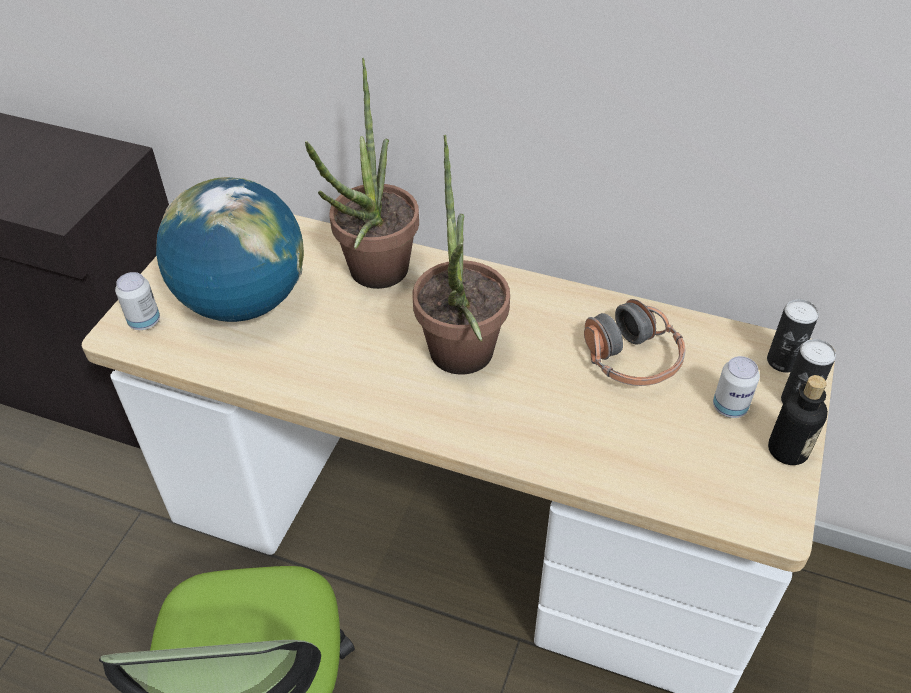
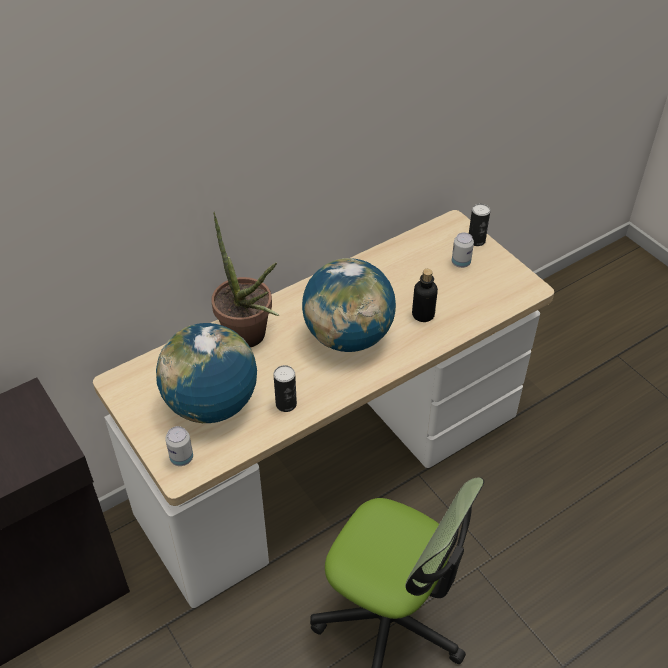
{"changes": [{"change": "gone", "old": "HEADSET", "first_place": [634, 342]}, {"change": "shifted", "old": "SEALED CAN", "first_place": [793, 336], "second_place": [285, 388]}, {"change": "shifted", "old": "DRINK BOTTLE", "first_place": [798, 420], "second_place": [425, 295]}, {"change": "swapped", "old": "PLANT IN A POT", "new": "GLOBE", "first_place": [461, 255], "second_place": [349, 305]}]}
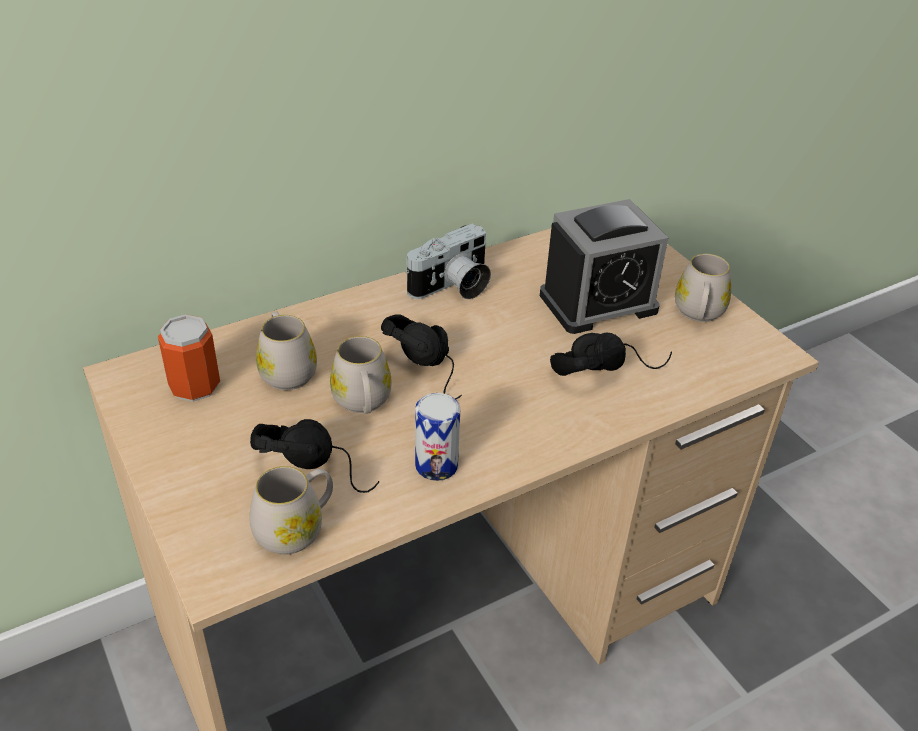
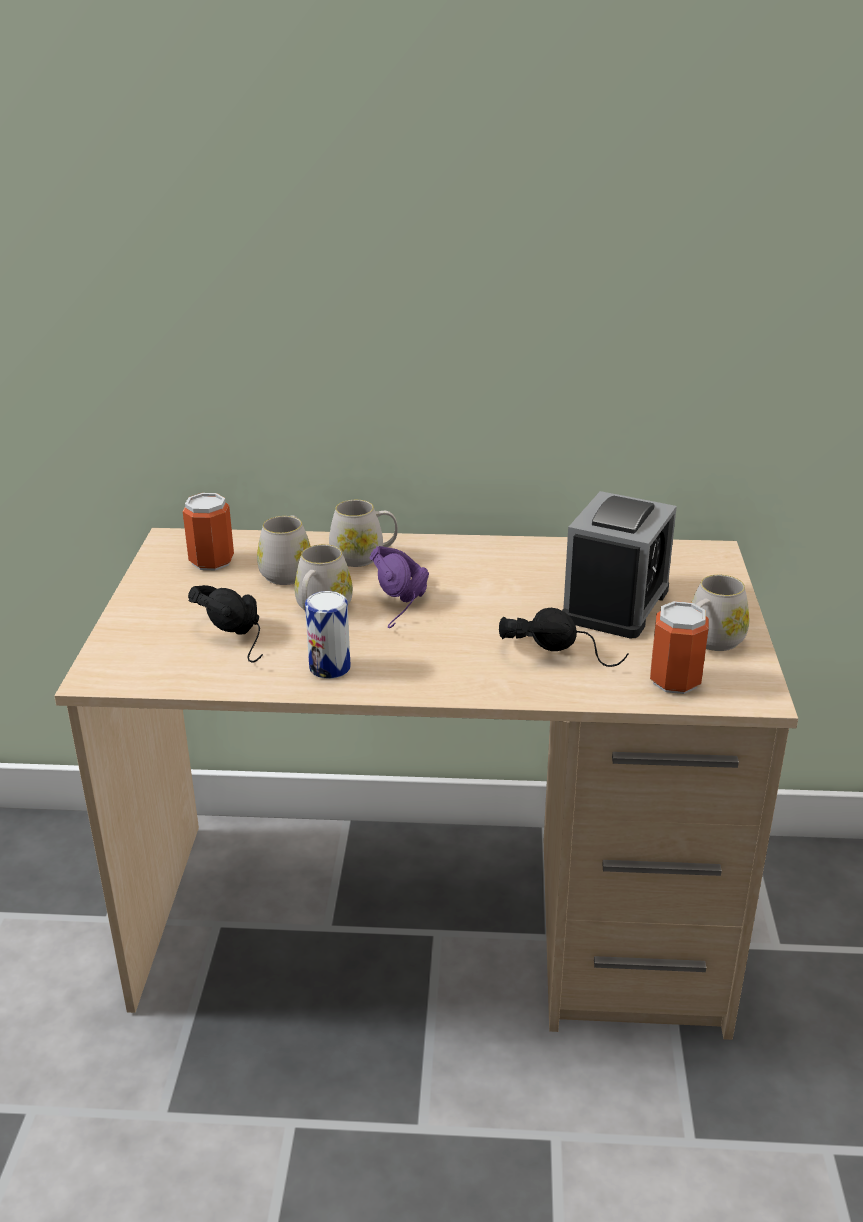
{"changes": [{"change": "gone", "old": "PHOTO CAMERA", "first_place": [448, 261]}, {"change": "new", "new": "SEALED CAN", "second_place": [679, 647]}, {"change": "shifted", "old": "WHITISH COFFEE MUG", "first_place": [291, 510], "second_place": [363, 533]}, {"change": "repainted", "old": "BLACKISH HEADSET", "new": "PURPLISH HEADSET", "first_place": [421, 356], "second_place": [399, 587]}, {"change": "rotated", "old": "ALARM CLOCK", "first_place": [604, 266], "second_place": [619, 564], "degrees": -75}]}
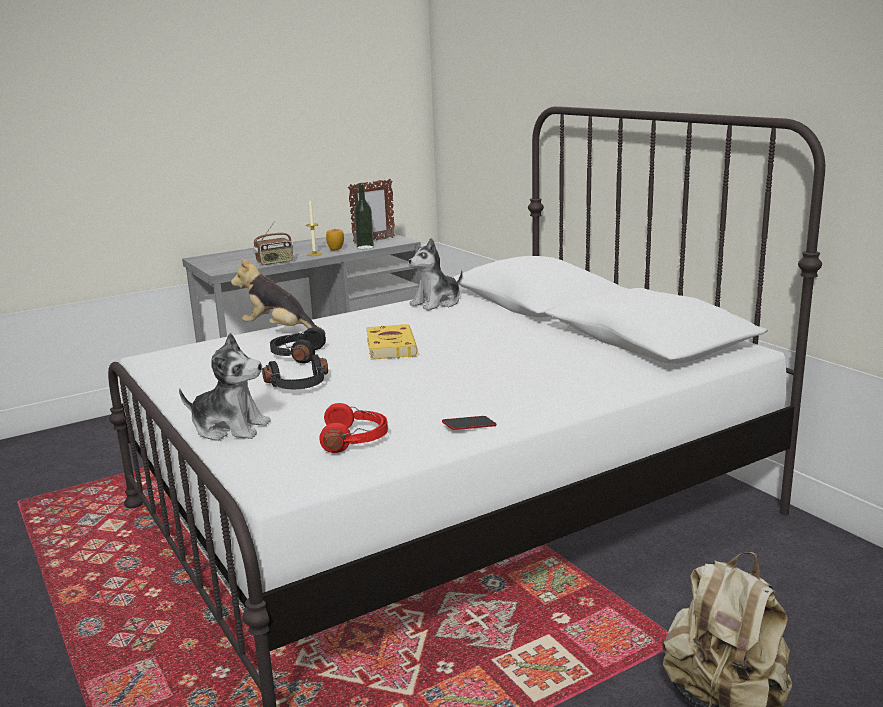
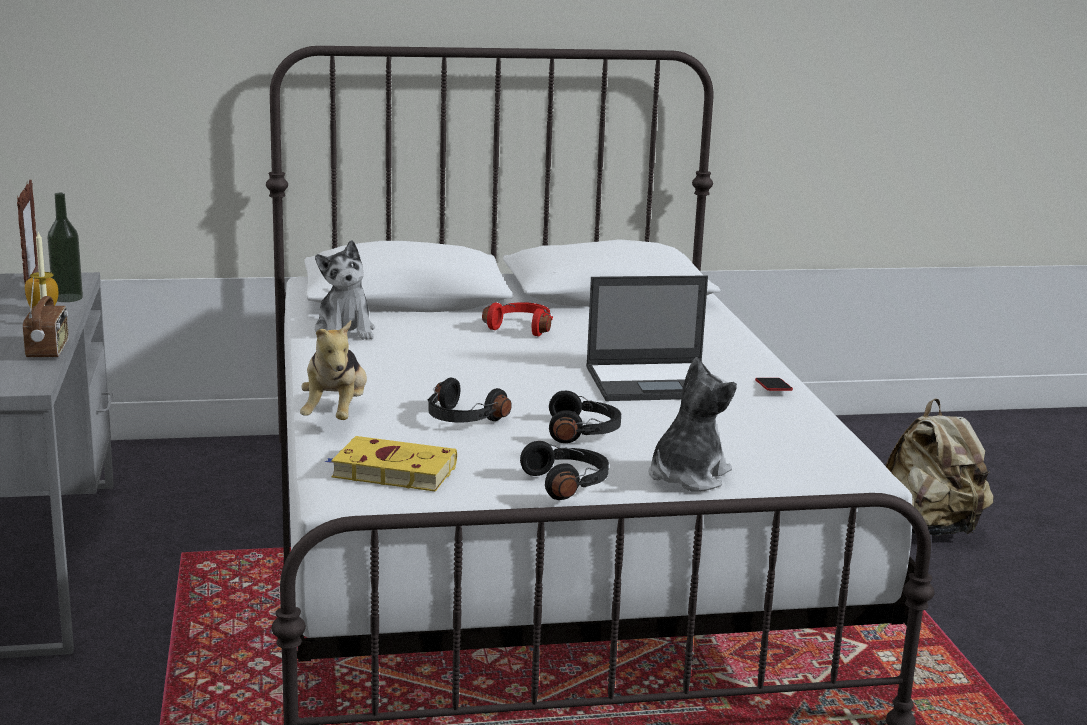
{"changes": [{"change": "new", "new": "BLACKISH HEADSET", "second_place": [564, 470]}, {"change": "new", "new": "NOTEBOOK COMPUTER", "second_place": [648, 338]}, {"change": "shifted", "old": "RED HEADSET", "first_place": [353, 428], "second_place": [517, 319]}, {"change": "shifted", "old": "YELLOW BOOK", "first_place": [392, 342], "second_place": [391, 464]}, {"change": "rotated", "old": "PLUSH TOY", "first_place": [278, 296], "second_place": [333, 370], "degrees": -45}]}
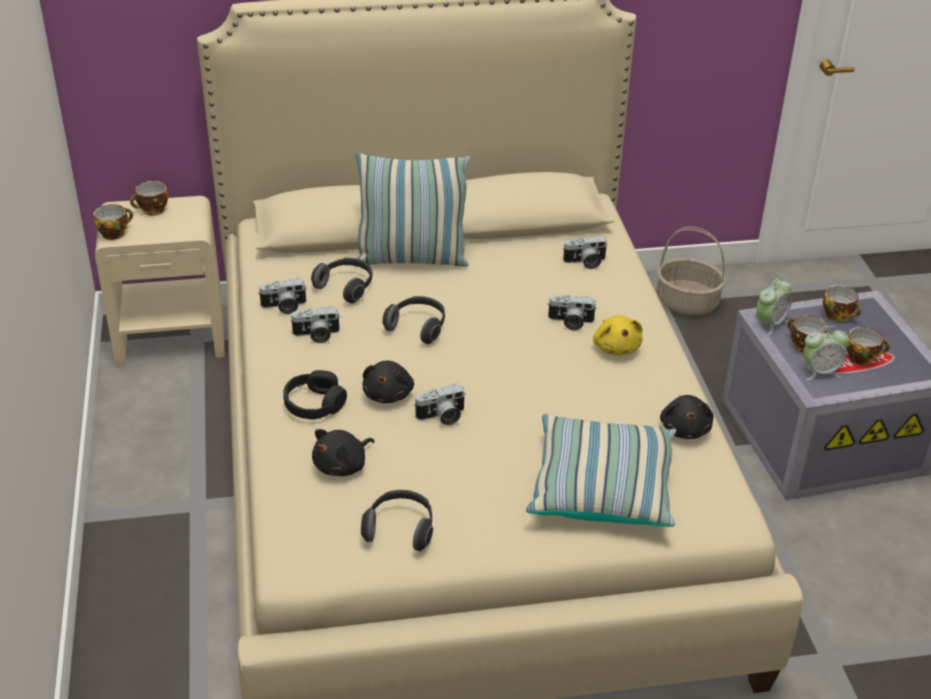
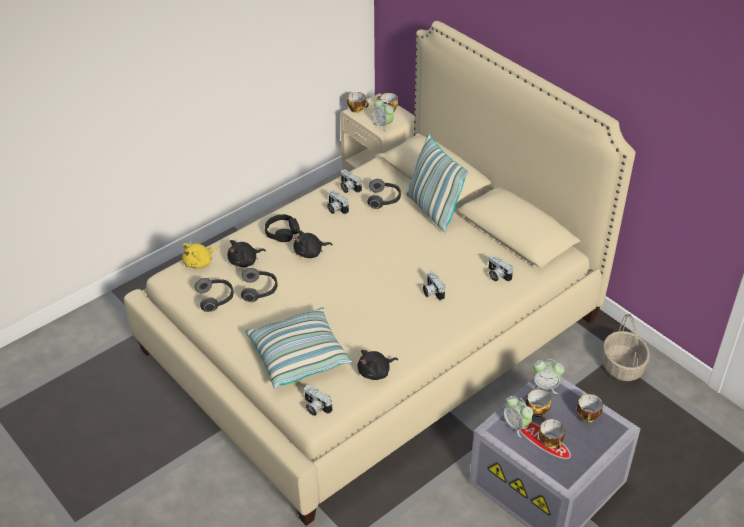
{"changes": [{"change": "new", "new": "ALARM CLOCK", "second_place": [383, 115]}, {"change": "shifted", "old": "HEADSET", "first_place": [413, 320], "second_place": [259, 285]}, {"change": "shifted", "old": "PHOTO CAMERA", "first_place": [440, 404], "second_place": [318, 400]}, {"change": "shifted", "old": "YELLOW PLUSH TOY", "first_place": [617, 335], "second_place": [200, 256]}, {"change": "rotated", "old": "BLACKISH PLUSH TOY", "first_place": [343, 452], "second_place": [246, 253], "degrees": -45}]}
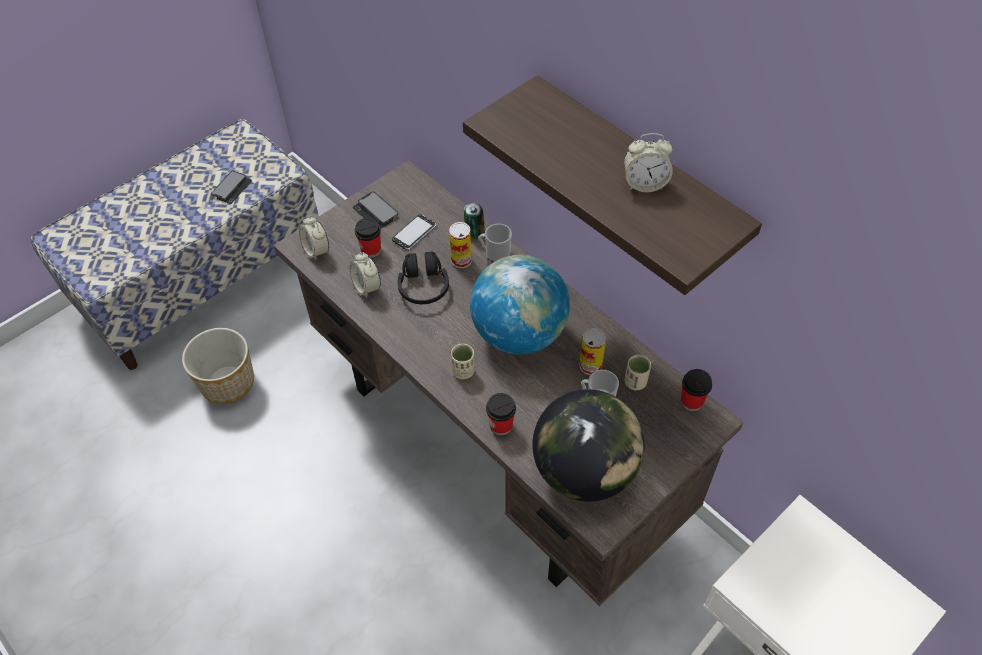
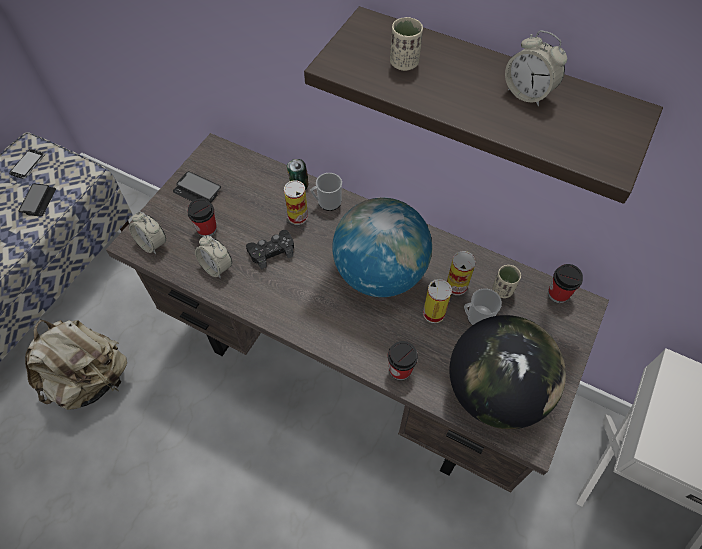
{"changes": [{"change": "new", "new": "SEALED CAN", "second_place": [437, 301]}, {"change": "shifted", "old": "PHONE", "first_place": [414, 232], "second_place": [27, 164]}, {"change": "shifted", "old": "BEIGE-COLOURED DRINKING CUP", "first_place": [463, 361], "second_place": [406, 44]}, {"change": "swapped", "old": "PLANT POT", "new": "BEIGE-COLOURED BACKPACK", "first_place": [218, 366], "second_place": [76, 365]}, {"change": "swapped", "old": "BLACKISH HEADSET", "new": "BLACKISH GAME CONTROLLER", "first_place": [423, 277], "second_place": [270, 249]}, {"change": "rotated", "old": "ALARM CLOCK", "first_place": [648, 162], "second_place": [536, 68], "degrees": 60}]}
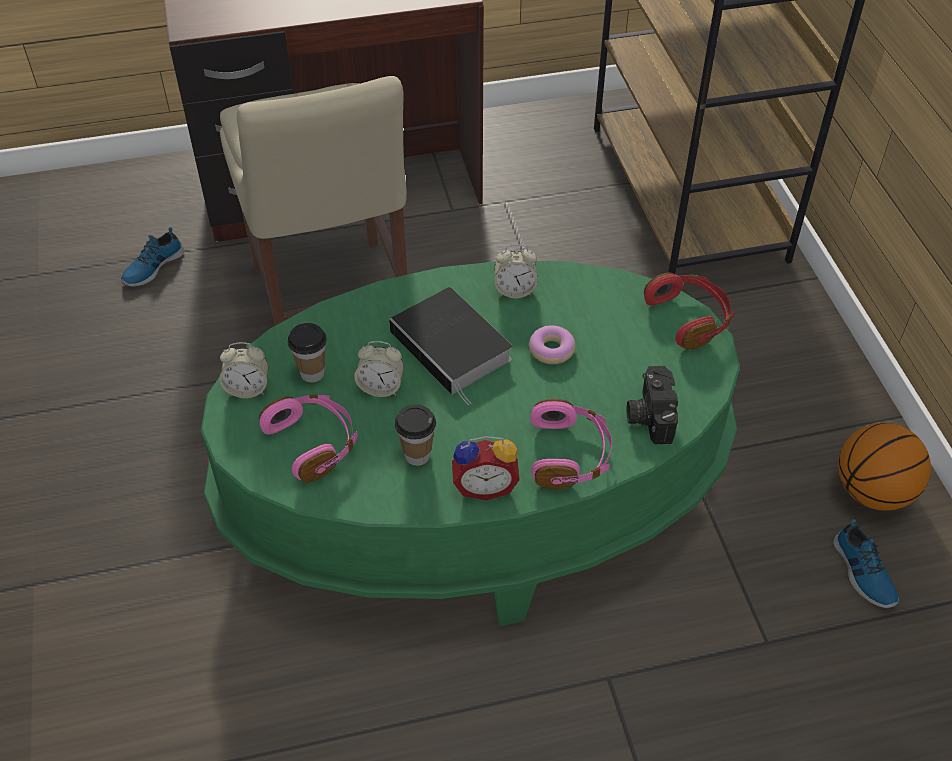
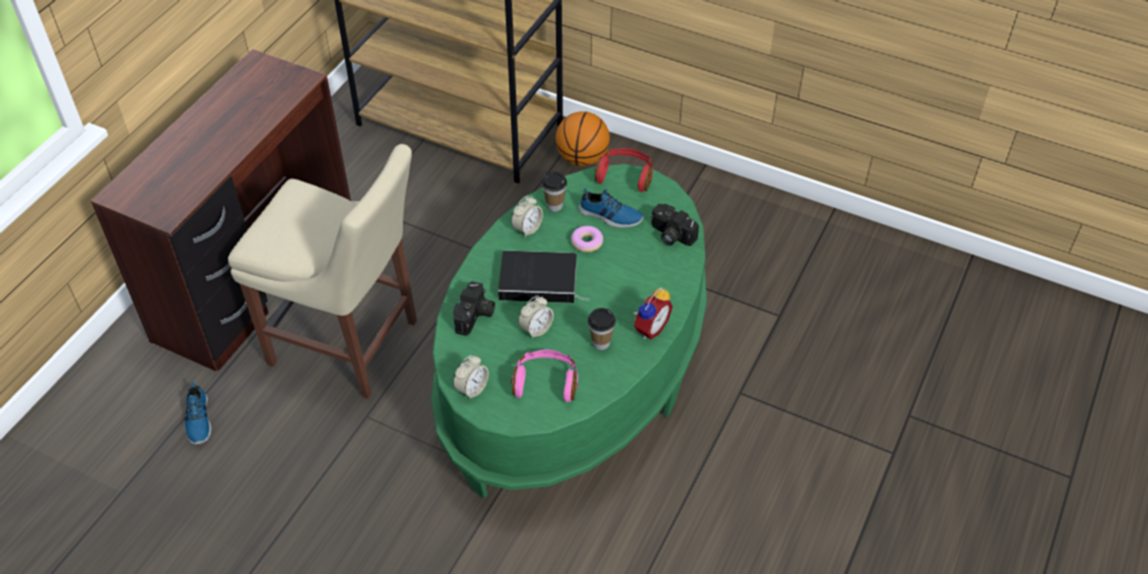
{"changes": [{"change": "gone", "old": "PINKISH HEADSET", "first_place": [571, 444]}, {"change": "new", "new": "PHOTO CAMERA", "second_place": [474, 308]}, {"change": "shifted", "old": "DRINKING CUP", "first_place": [307, 353], "second_place": [554, 192]}, {"change": "shifted", "old": "ITEM OF FOOTWEAR", "first_place": [866, 563], "second_place": [611, 208]}, {"change": "shifted", "old": "BASKETBALL", "first_place": [884, 467], "second_place": [582, 138]}]}
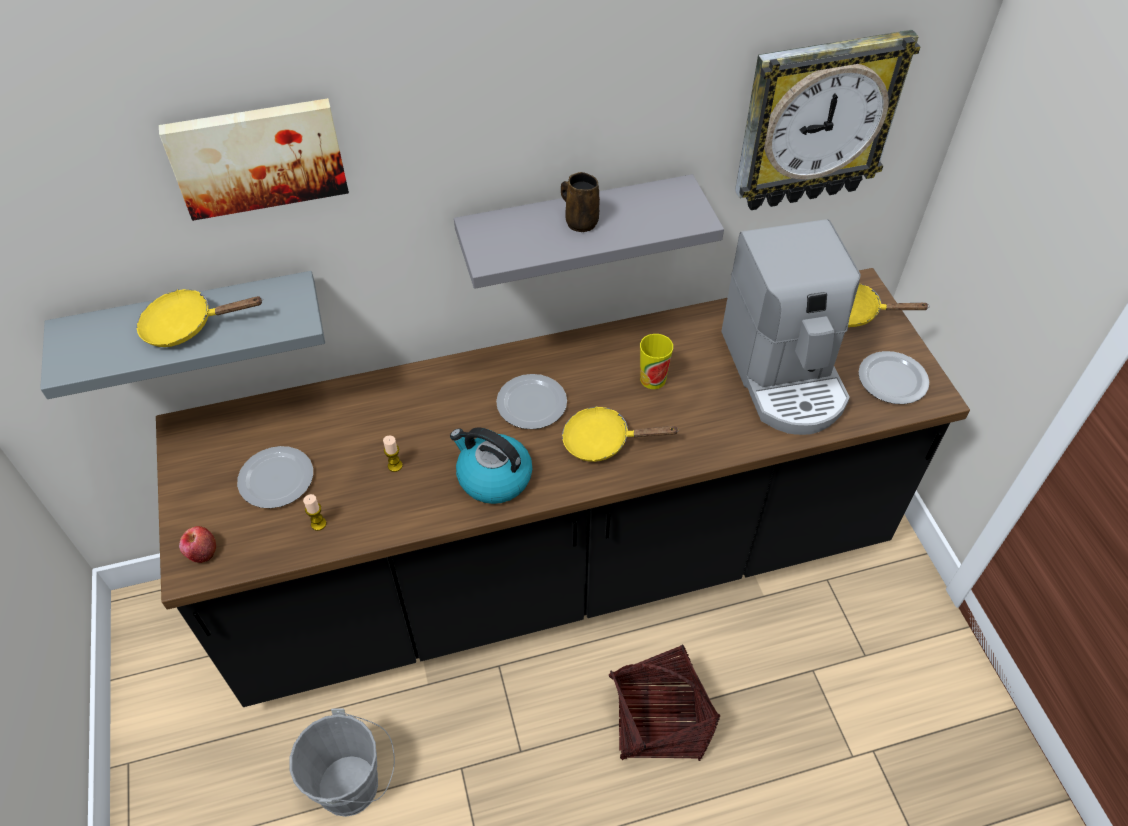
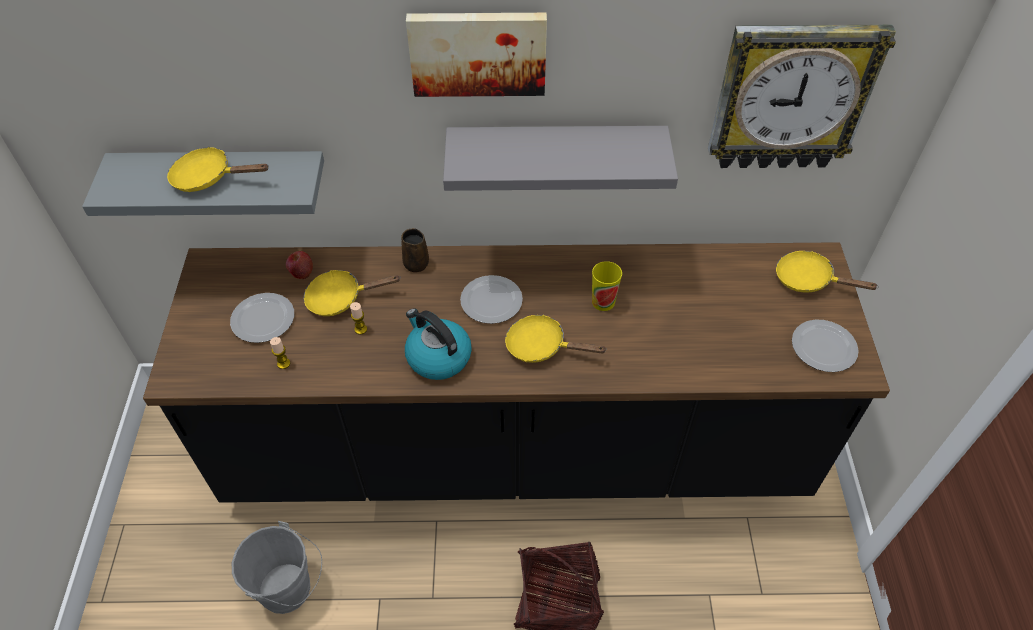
{"changes": [{"change": "gone", "old": "COFFEE MACHINE", "first_place": [791, 327]}, {"change": "new", "new": "YELLOW SKILLET", "second_place": [352, 293]}, {"change": "shifted", "old": "PICTURE", "first_place": [254, 159], "second_place": [476, 55]}, {"change": "shifted", "old": "WHOLE APPLE", "first_place": [197, 544], "second_place": [299, 265]}, {"change": "shifted", "old": "BROWNISH COFFEE MUG", "first_place": [580, 202], "second_place": [415, 250]}]}
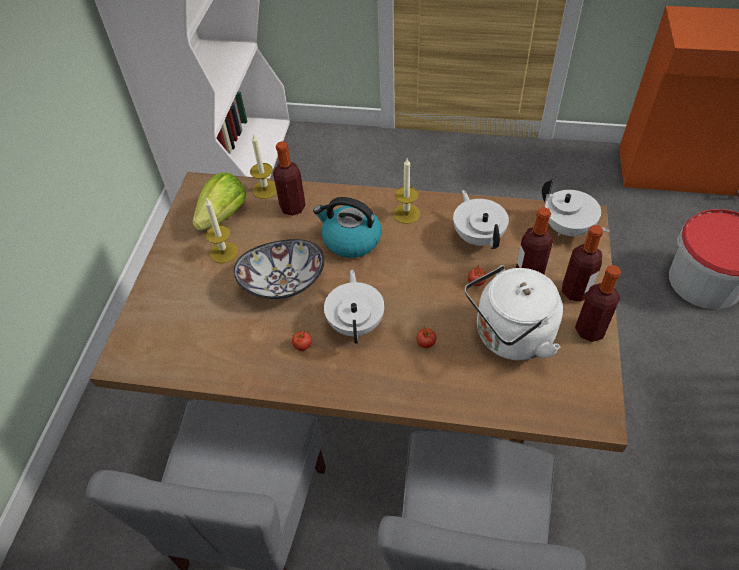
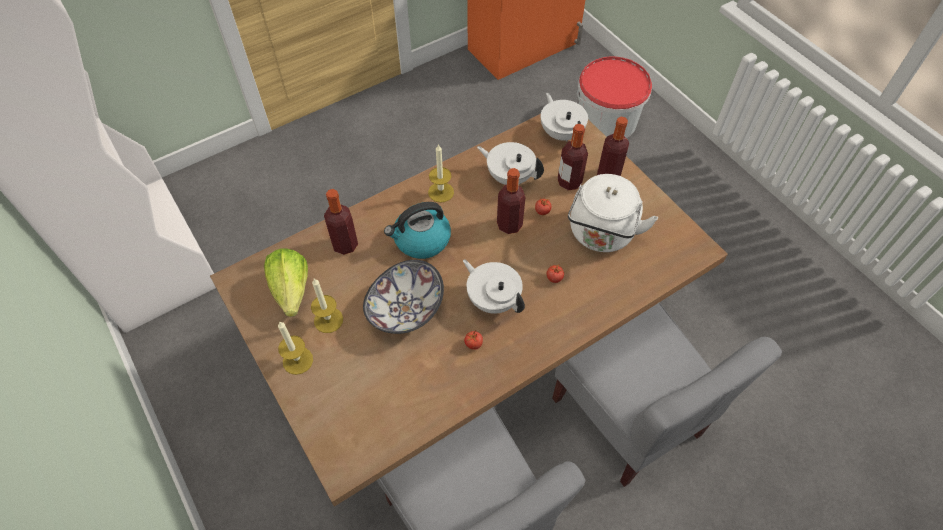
{"changes": [{"change": "shifted", "old": "WAX LIGHT", "first_place": [263, 166], "second_place": [295, 348]}, {"change": "shifted", "old": "DRINK BOTTLE", "first_place": [598, 303], "second_place": [511, 201]}, {"change": "rotated", "old": "WHITISH POT FOR TEA", "first_place": [576, 207], "second_place": [564, 117], "degrees": -120}]}
